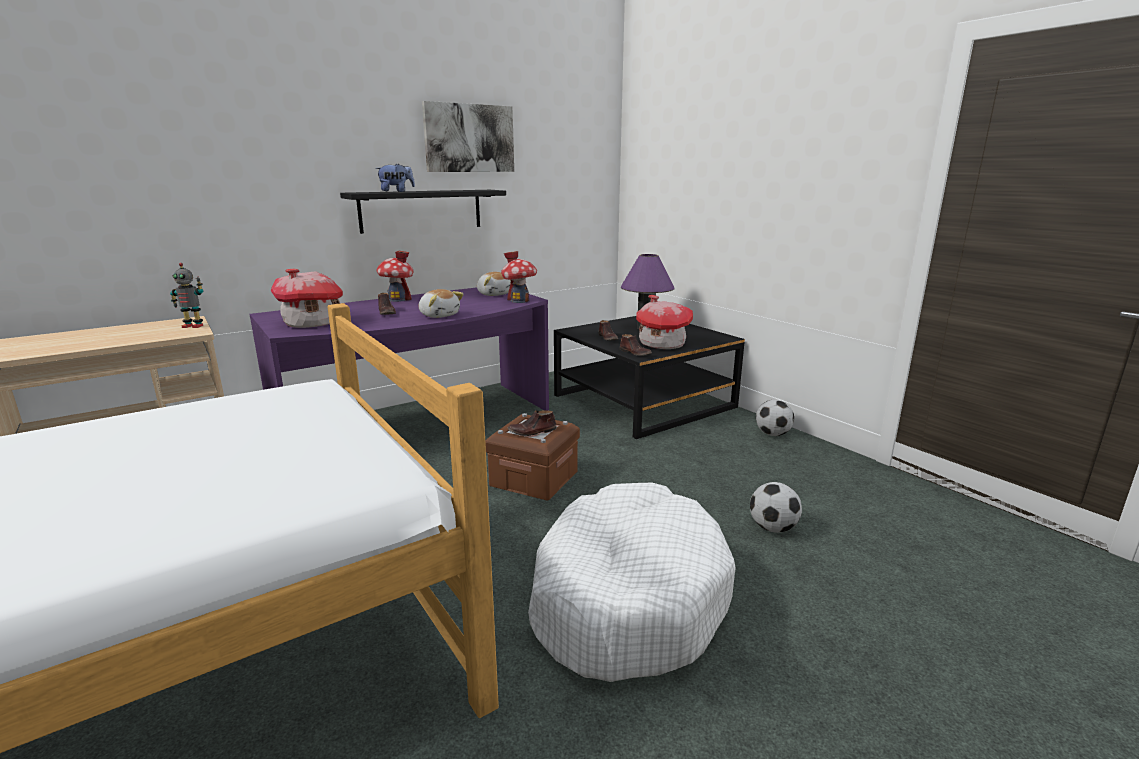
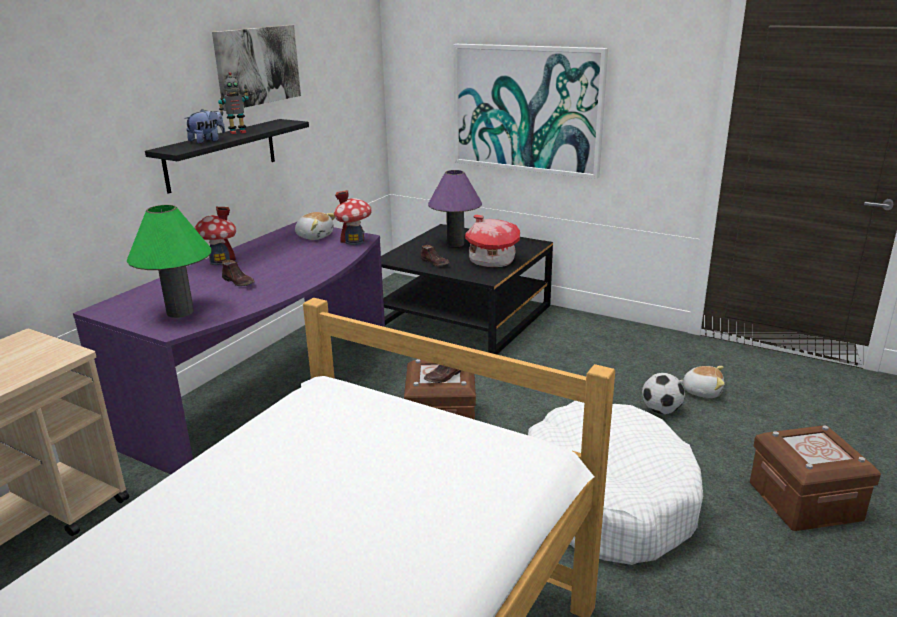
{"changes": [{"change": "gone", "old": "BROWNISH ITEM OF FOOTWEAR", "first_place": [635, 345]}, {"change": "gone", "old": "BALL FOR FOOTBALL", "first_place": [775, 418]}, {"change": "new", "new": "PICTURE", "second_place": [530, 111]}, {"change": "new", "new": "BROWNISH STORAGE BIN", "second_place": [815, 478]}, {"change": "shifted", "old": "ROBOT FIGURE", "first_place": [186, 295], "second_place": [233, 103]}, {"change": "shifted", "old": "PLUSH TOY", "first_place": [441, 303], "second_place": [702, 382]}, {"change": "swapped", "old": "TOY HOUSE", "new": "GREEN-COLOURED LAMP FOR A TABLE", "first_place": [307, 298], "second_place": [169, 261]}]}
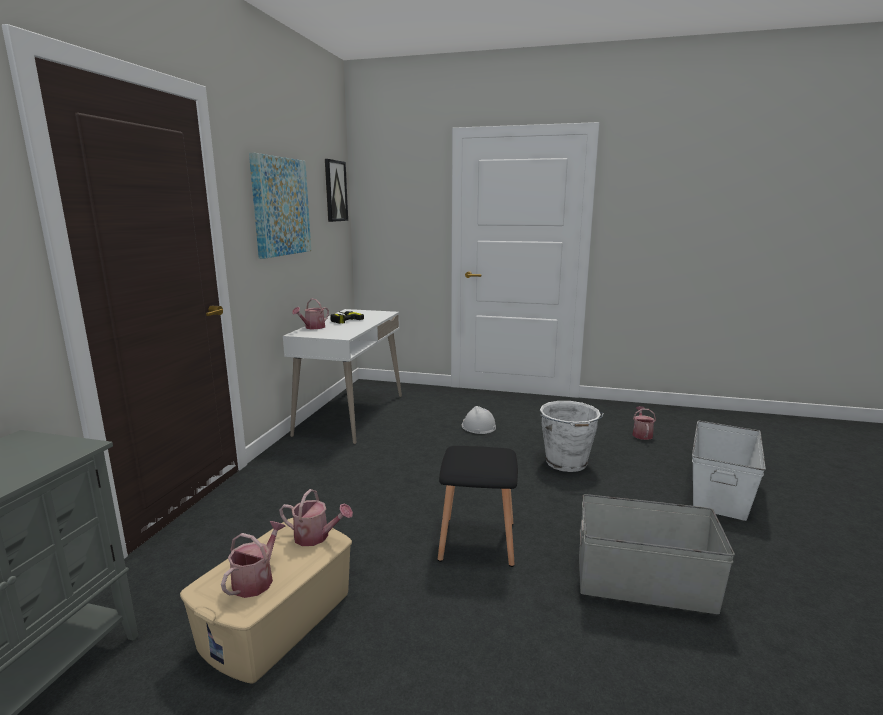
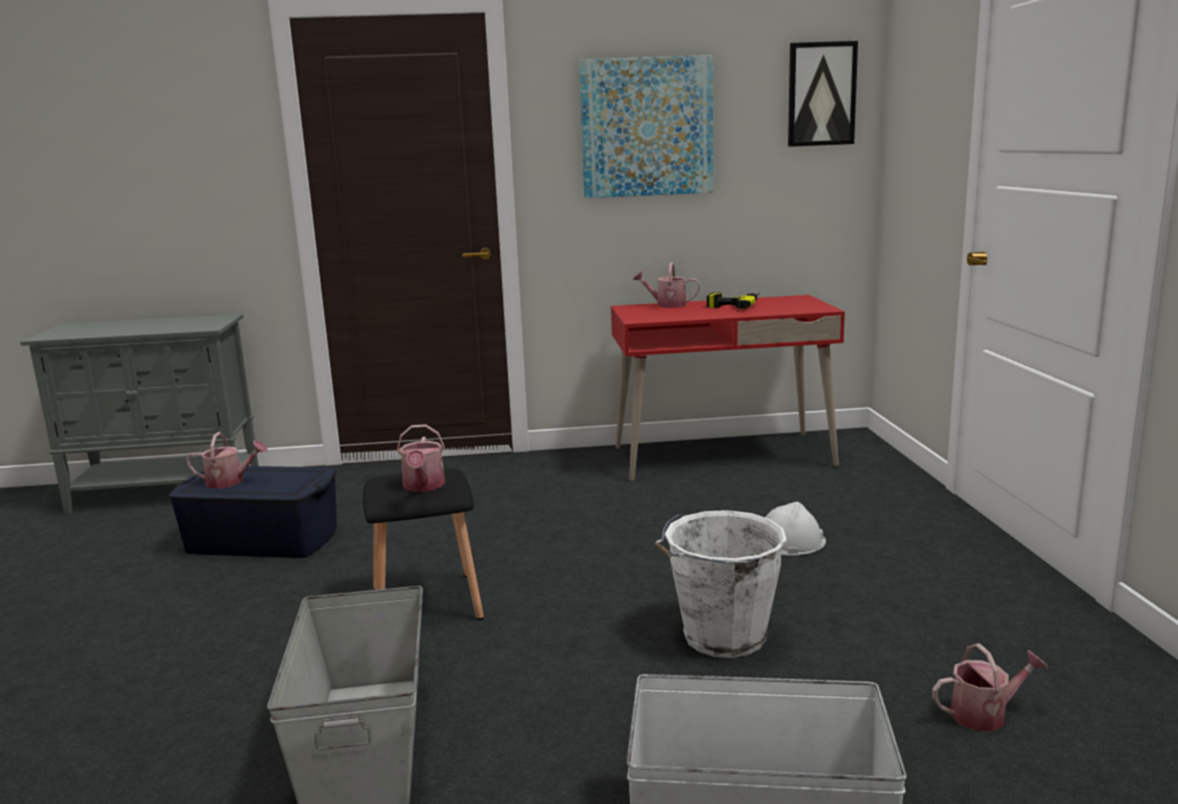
{"changes": [{"change": "shifted", "old": "WATERING POT", "first_place": [316, 517], "second_place": [421, 458]}, {"change": "repainted", "old": "BEIGE-COLOURED STORAGE BIN", "new": "BLUE STORAGE BIN", "first_place": [266, 600], "second_place": [252, 512]}, {"change": "repainted", "old": "WHITISH DESK UNIT", "new": "RED DESK UNIT", "first_place": [342, 376], "second_place": [728, 388]}]}
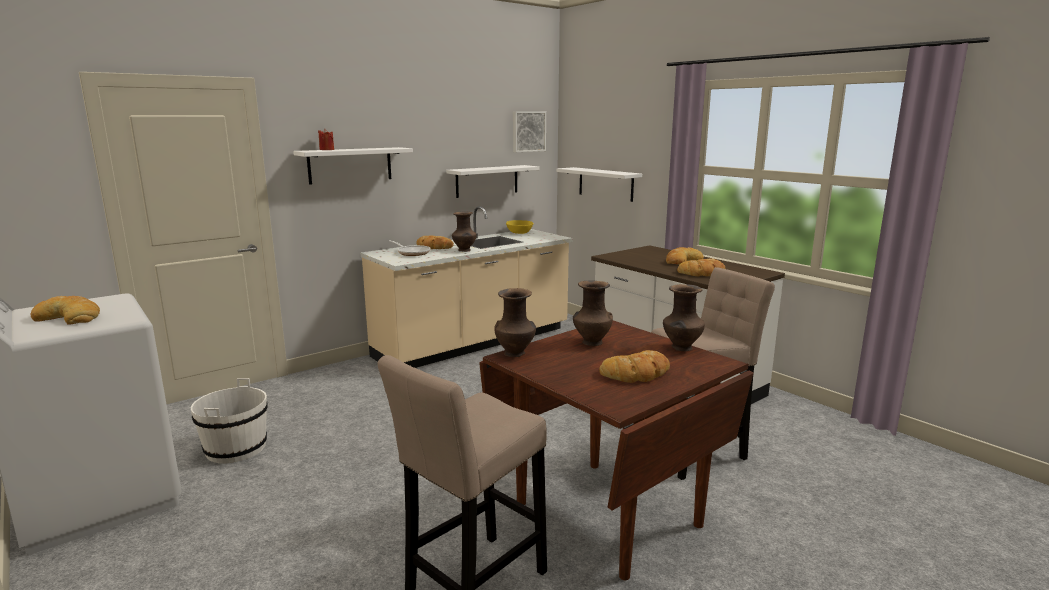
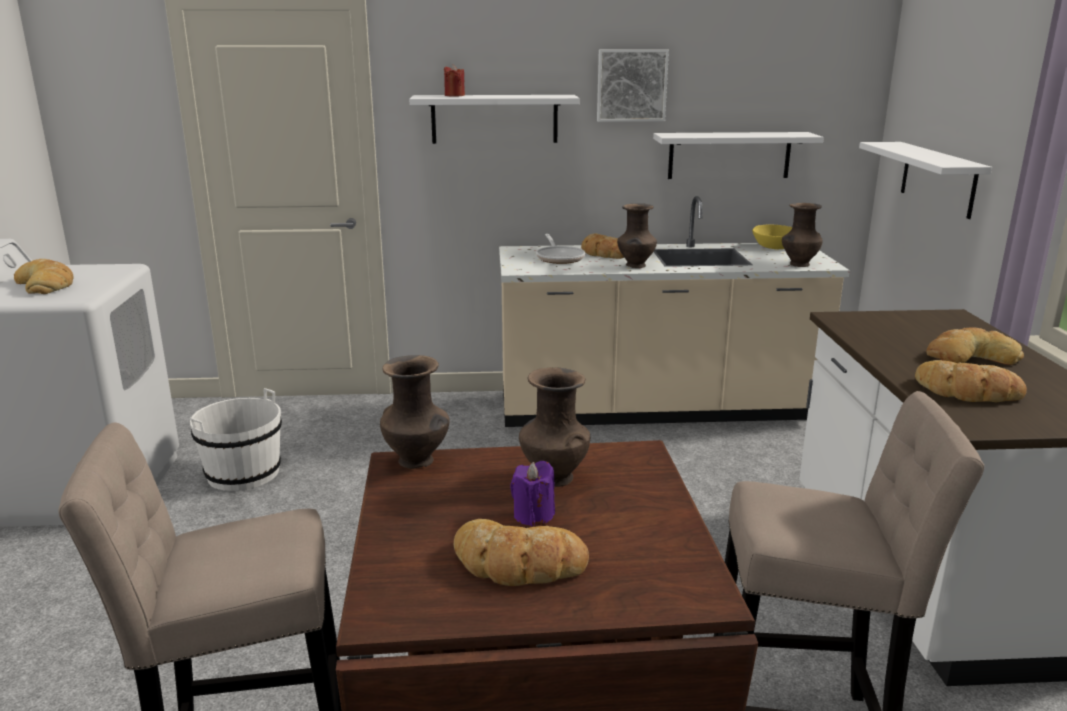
{"changes": [{"change": "new", "new": "PURPLISH WAX LIGHT", "second_place": [532, 494]}, {"change": "shifted", "old": "PICTURE", "first_place": [529, 131], "second_place": [633, 85]}, {"change": "shifted", "old": "BROWNISH VASE", "first_place": [684, 317], "second_place": [802, 235]}]}
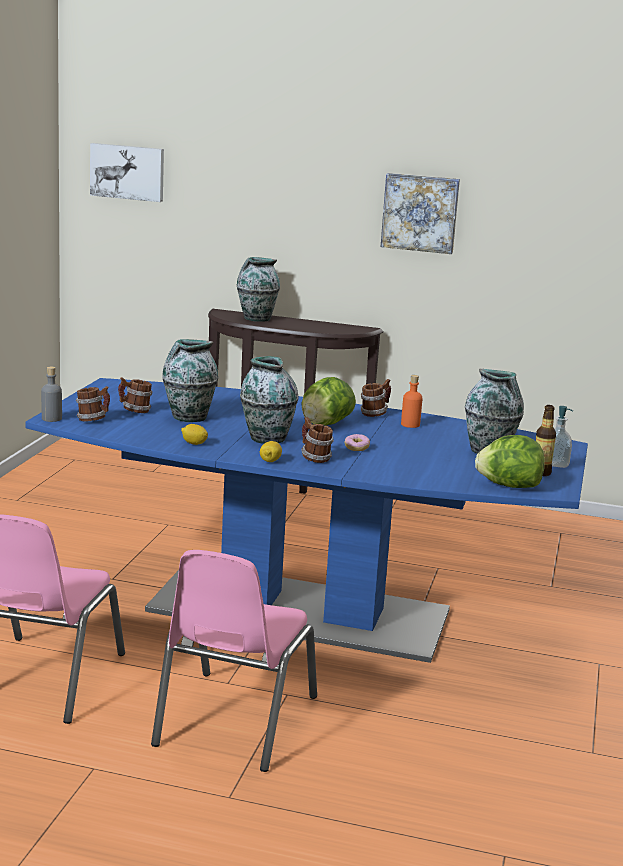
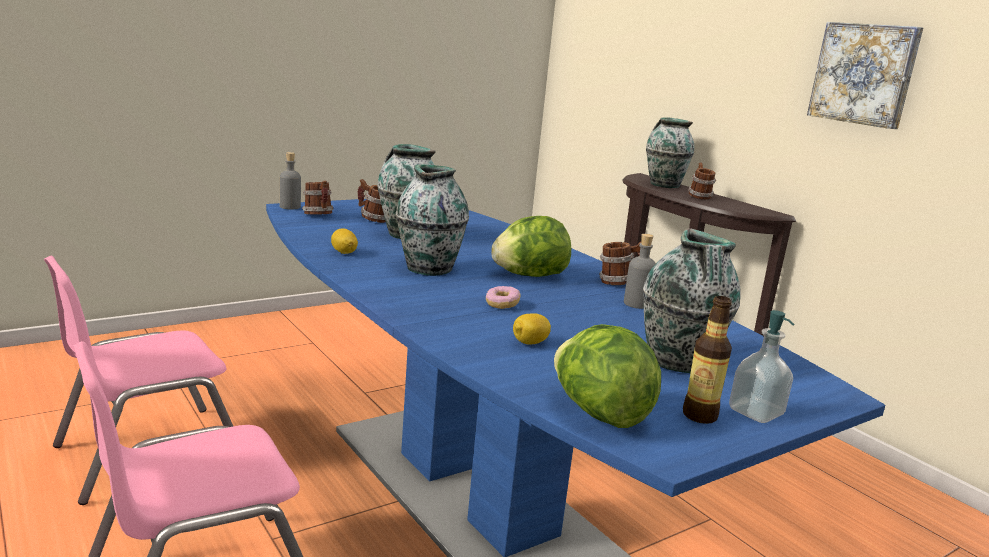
{"changes": [{"change": "gone", "old": "PICTURE", "first_place": [127, 172]}, {"change": "shifted", "old": "WHOLE LEMON", "first_place": [271, 451], "second_place": [532, 329]}, {"change": "shifted", "old": "COFFEE MUG", "first_place": [317, 440], "second_place": [702, 181]}, {"change": "repainted", "old": "ORANGE-COLOURED DRINK BOTTLE", "new": "GREYISH DRINK BOTTLE", "first_place": [412, 401], "second_place": [640, 271]}]}
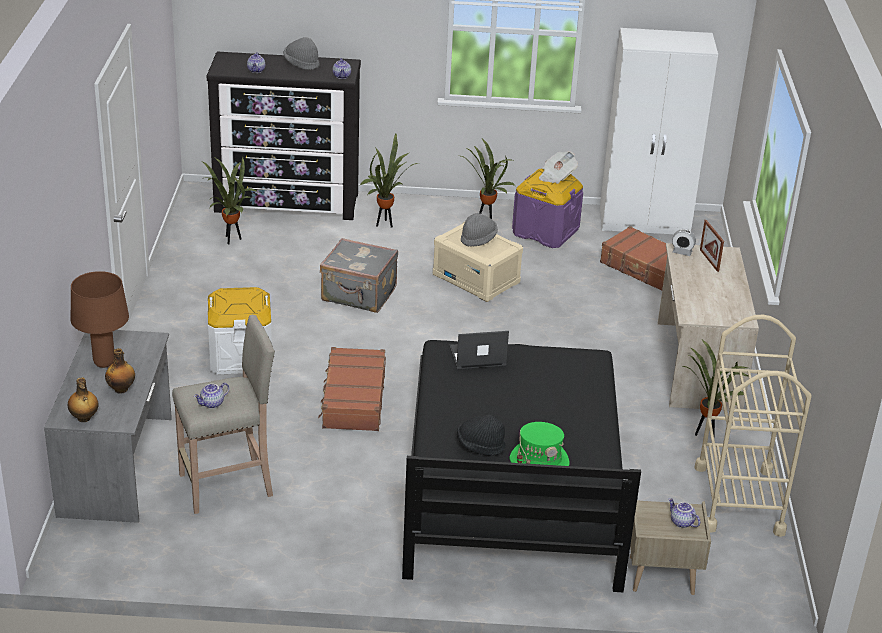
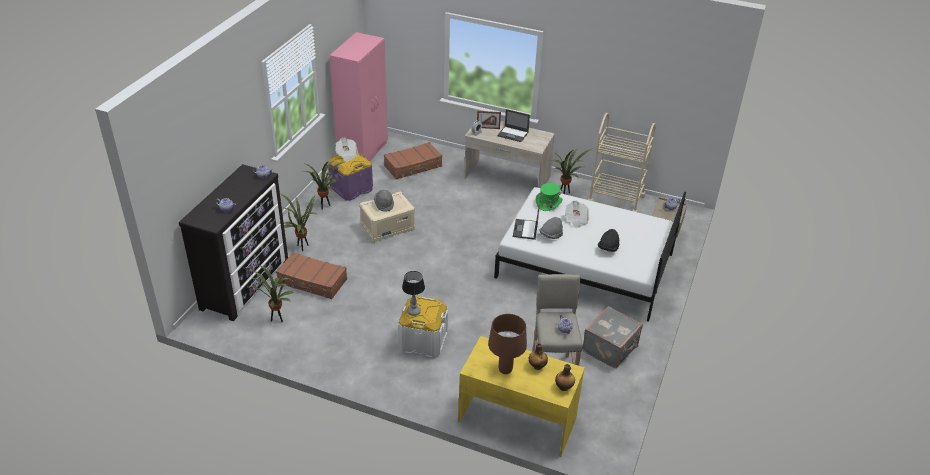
{"changes": [{"change": "new", "new": "LAMP FOR A TABLE", "second_place": [413, 293]}, {"change": "new", "new": "NOTEBOOK COMPUTER", "second_place": [513, 125]}, {"change": "new", "new": "PRINTED PAPER", "second_place": [577, 214]}, {"change": "shifted", "old": "GREYISH CLOTHING HAT", "first_place": [301, 53], "second_place": [551, 228]}, {"change": "shifted", "old": "BROWNISH TRAVEL CASE", "first_place": [352, 389], "second_place": [311, 275]}, {"change": "shifted", "old": "GREYISH TRAVEL CASE", "first_place": [359, 275], "second_place": [612, 337]}, {"change": "shifted", "old": "GREEN-COLOURED CLOTHING HAT", "first_place": [540, 444], "second_place": [549, 197]}, {"change": "repainted", "old": "GREYISH DESK UNIT", "new": "YELLOW DESK UNIT", "first_place": [108, 426], "second_place": [521, 396]}, {"change": "repainted", "old": "BLACKISH BED", "new": "WHITISH BED", "first_place": [521, 466], "second_place": [590, 254]}, {"change": "repainted", "old": "WHITISH ARMOIRE", "new": "PINKISH ARMOIRE", "first_place": [659, 131], "second_place": [358, 96]}]}
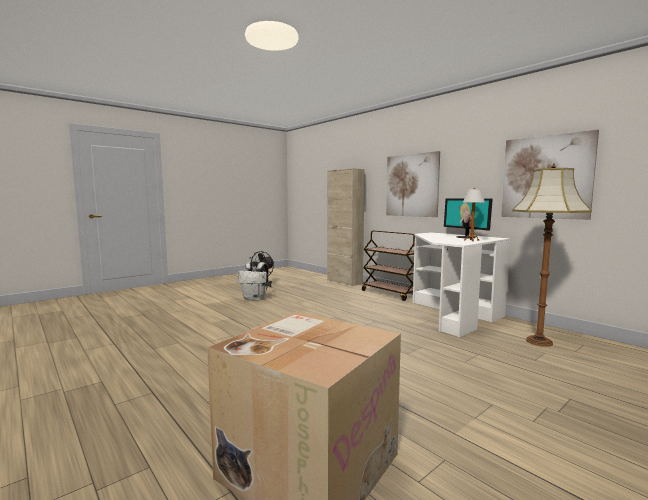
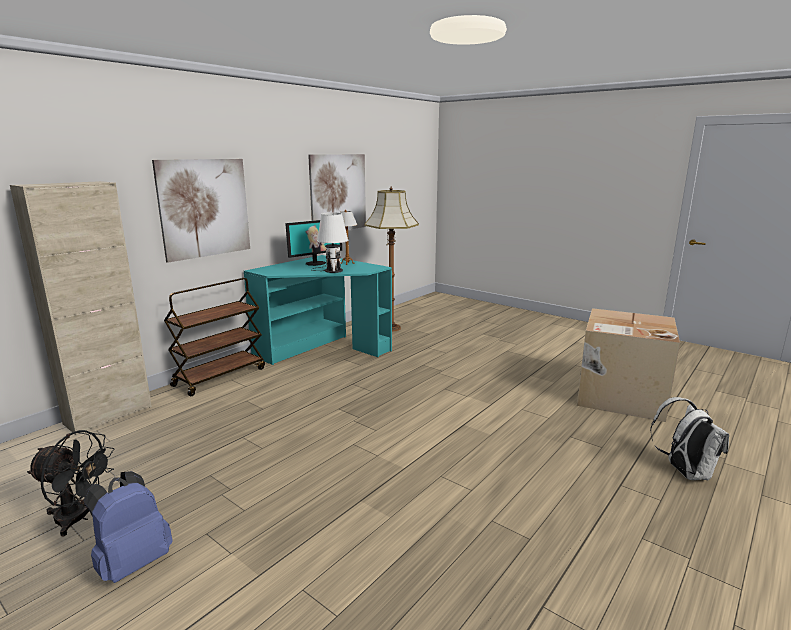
{"changes": [{"change": "new", "new": "BLUE BACKPACK", "second_place": [128, 527]}, {"change": "new", "new": "WHITISH LAMP FOR A TABLE", "second_place": [329, 242]}, {"change": "shifted", "old": "WHITISH BACKPACK", "first_place": [253, 281], "second_place": [689, 439]}, {"change": "repainted", "old": "WHITISH DESK UNIT", "new": "TURQUOISE-COLOURED DESK UNIT", "first_place": [462, 284], "second_place": [318, 310]}]}
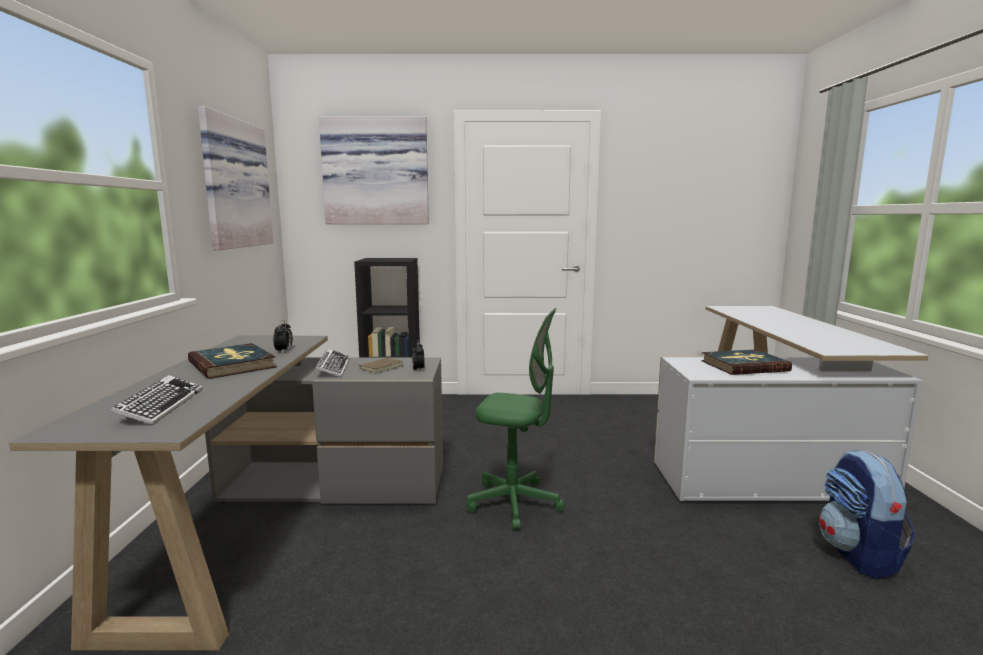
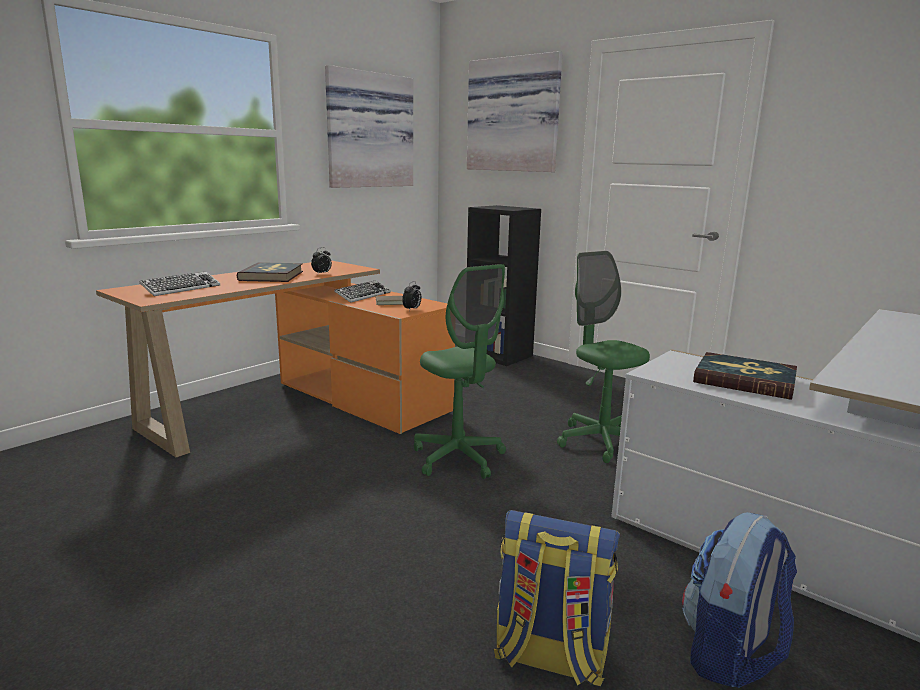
{"changes": [{"change": "new", "new": "BACKPACK", "second_place": [557, 598]}, {"change": "new", "new": "GREEN-COLOURED COMPUTER CHAIR", "second_place": [603, 357]}, {"change": "repainted", "old": "GREYISH DESK UNIT", "new": "ORANGE-COLOURED DESK UNIT", "first_place": [226, 493], "second_place": [275, 358]}]}
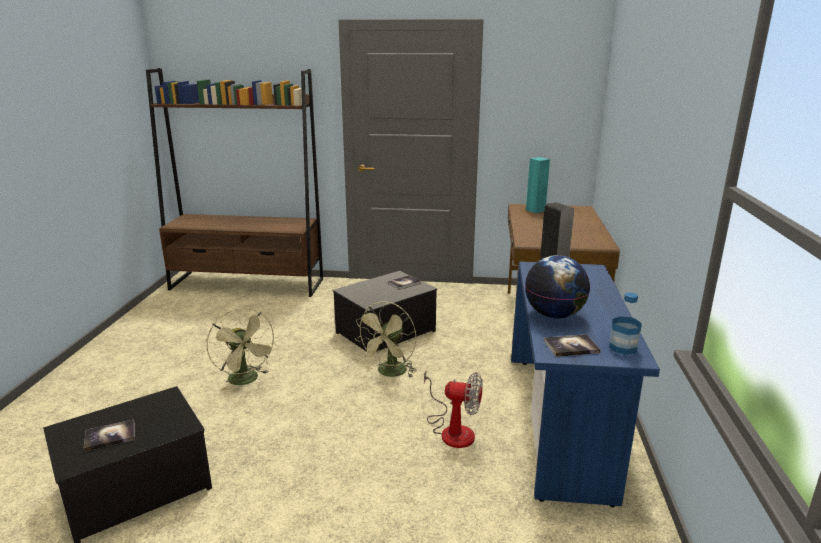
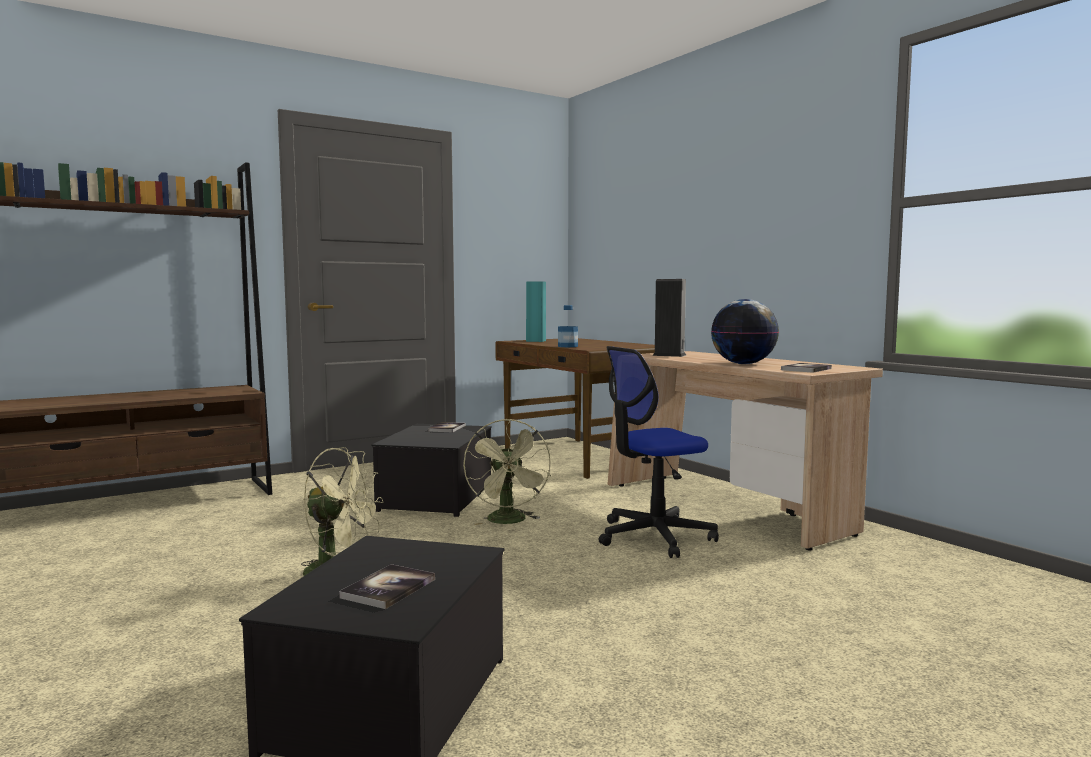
{"changes": [{"change": "shifted", "old": "DRINK BOTTLE", "first_place": [625, 323], "second_place": [568, 326]}, {"change": "swapped", "old": "ELECTRIC FAN", "new": "COMPUTER CHAIR", "first_place": [453, 409], "second_place": [658, 452]}, {"change": "repainted", "old": "BLUE DESK UNIT", "new": "BEIGE-COLOURED DESK UNIT", "first_place": [585, 384], "second_place": [745, 450]}]}
